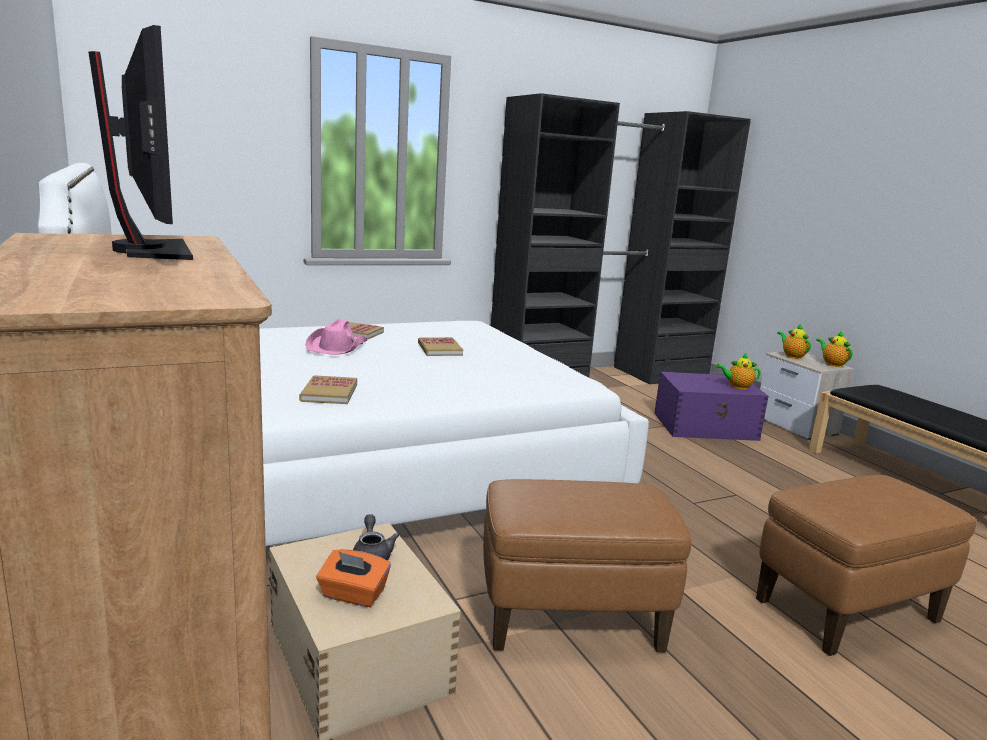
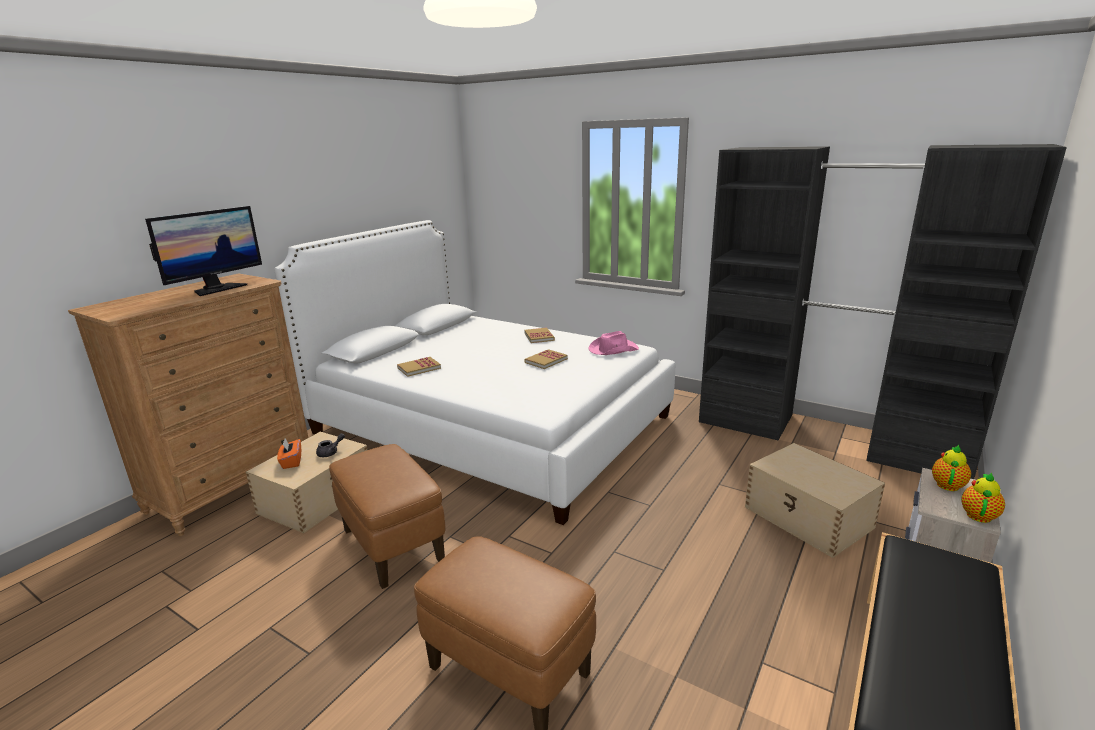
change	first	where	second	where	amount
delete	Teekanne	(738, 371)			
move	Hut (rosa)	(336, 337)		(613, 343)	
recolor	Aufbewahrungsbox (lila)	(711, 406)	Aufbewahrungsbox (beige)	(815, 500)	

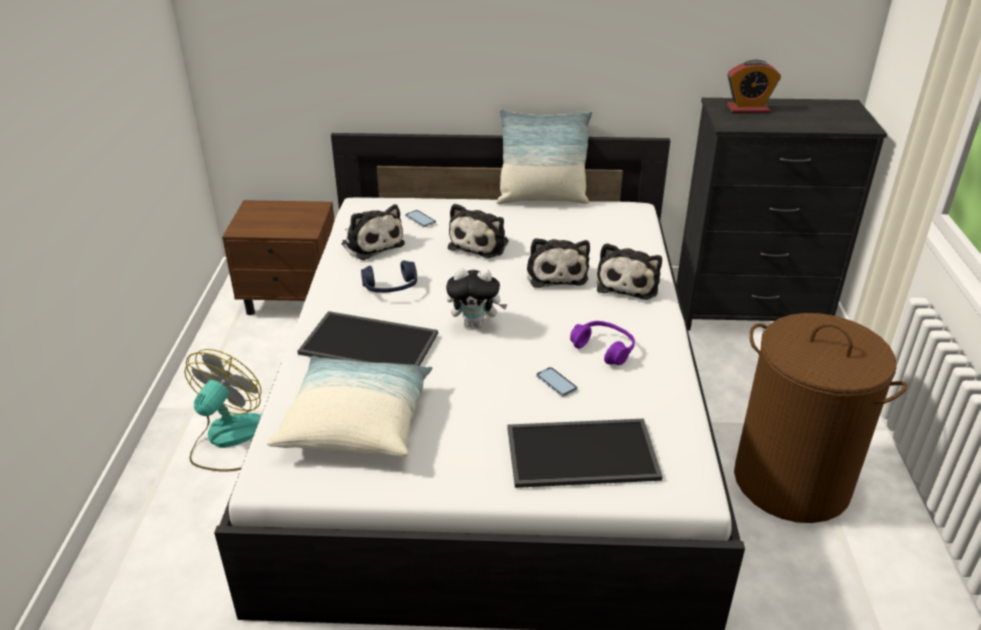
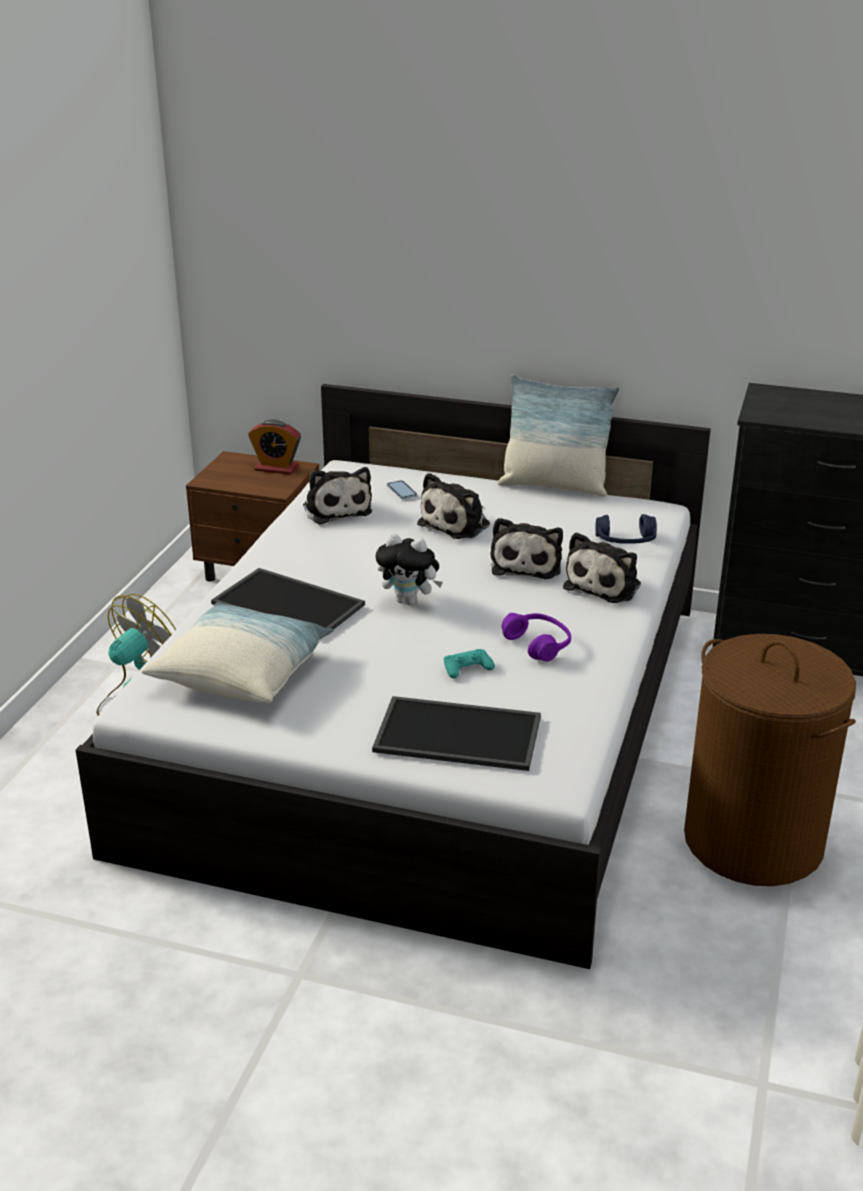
change	first	where	second	where	amount
move	Kopfhörer (blau)	(389, 276)		(626, 529)	
move	Wecker	(754, 86)		(274, 447)	
replace	Handy	(557, 382)	Gamepad (türkis)	(469, 663)	

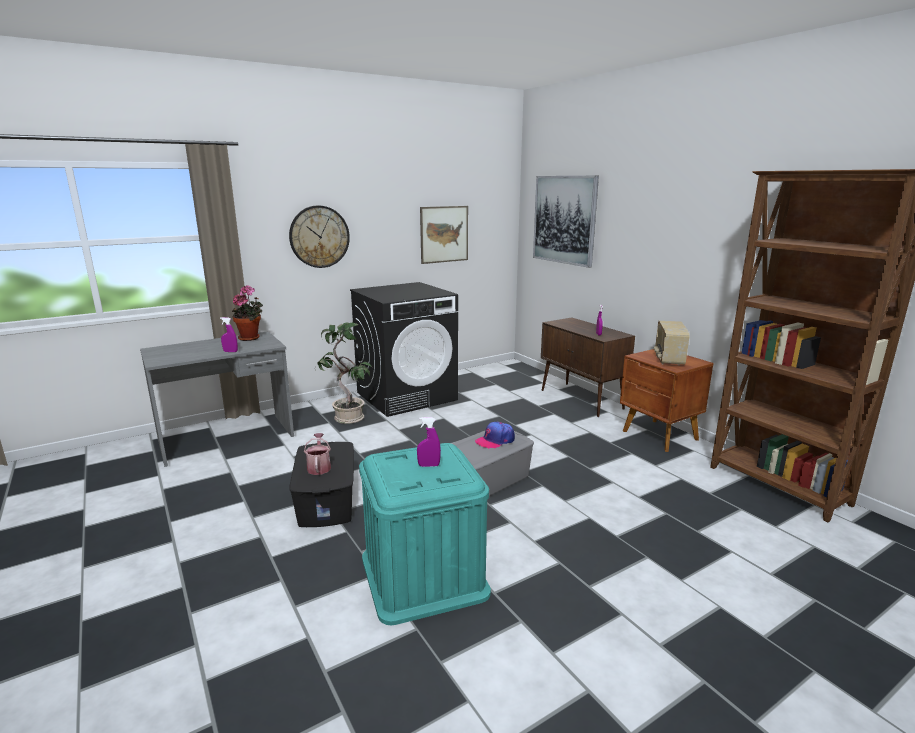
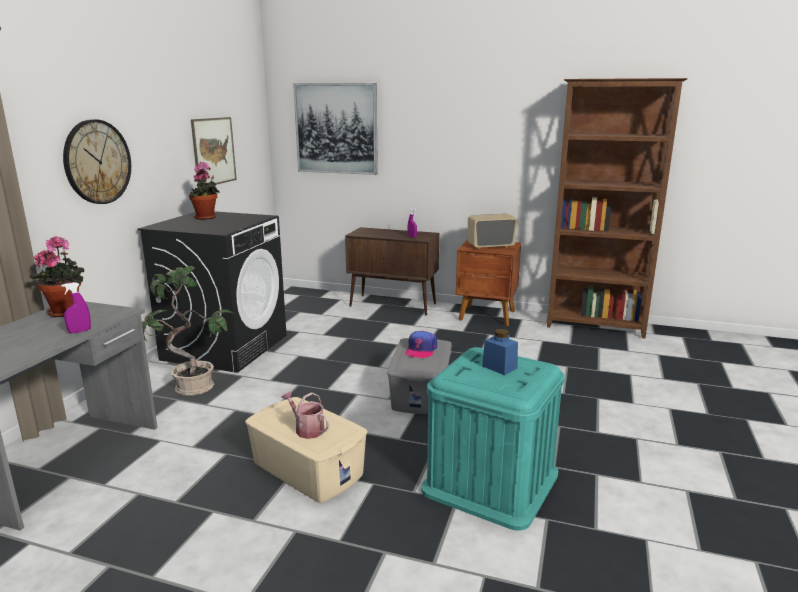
change	first	where	second	where	amount
insert			Topfpflanze	(204, 191)	
replace	Sprühflasche (lila)	(429, 442)	Vorratsglas (blau)	(500, 352)	
recolor	Aufbewahrungsbox (schwarz)	(321, 484)	Aufbewahrungsbox (beige)	(306, 450)	
rotate	Radio	(672, 343)		(492, 231)	105 degrees clockwise

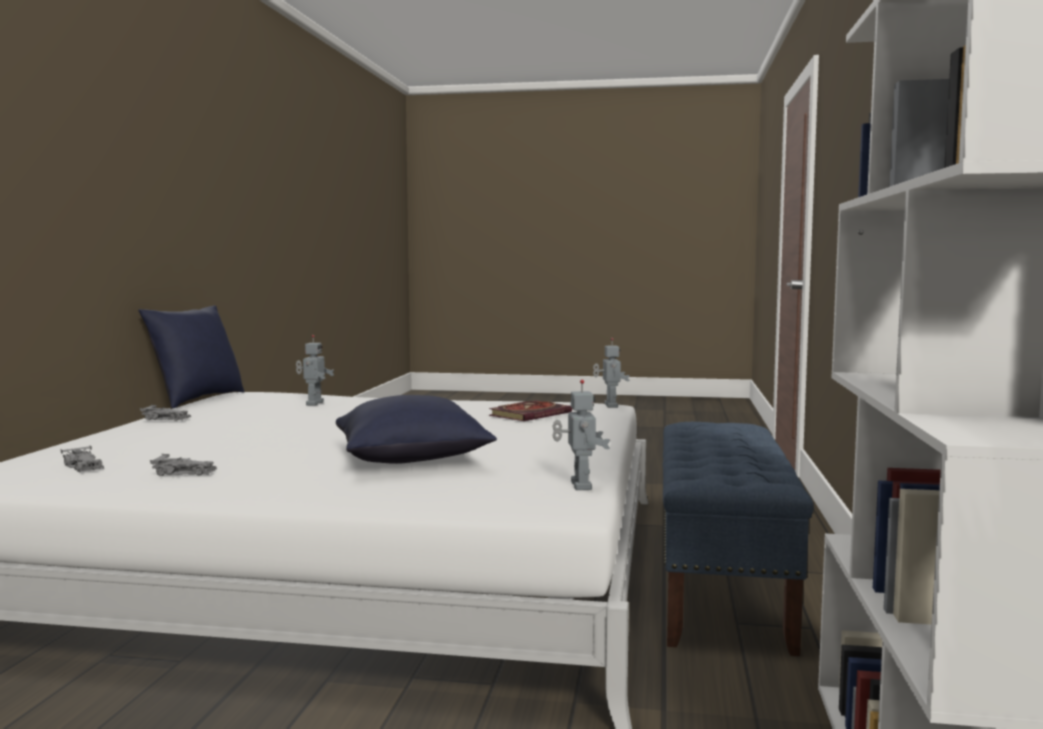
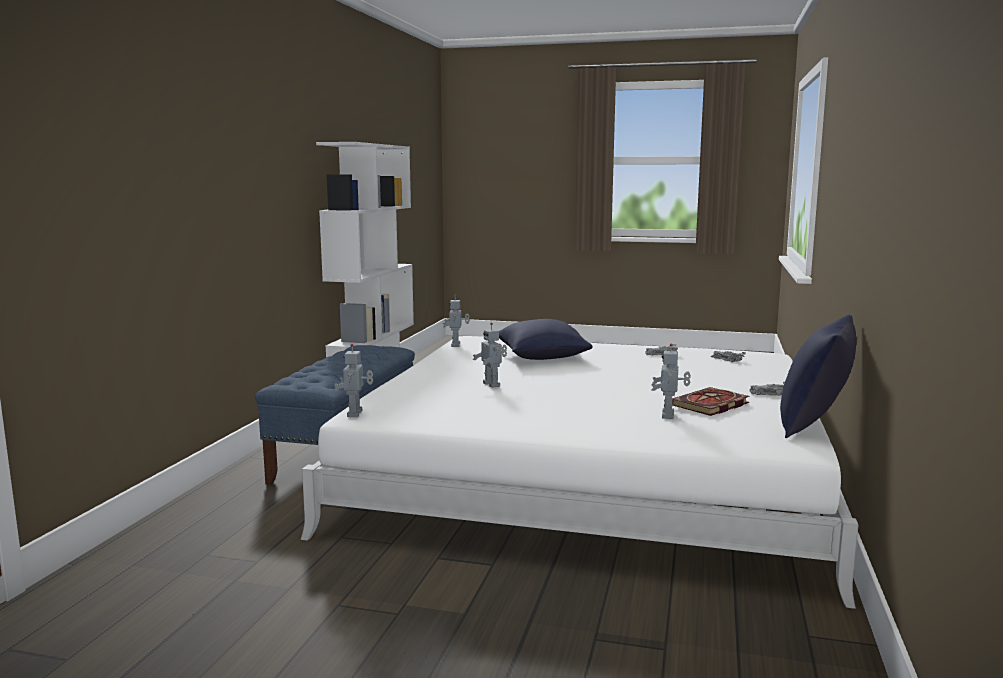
change	first	where	second	where	amount
insert			Spielzeugroboter	(490, 355)	
move	Buch	(530, 410)		(711, 401)	

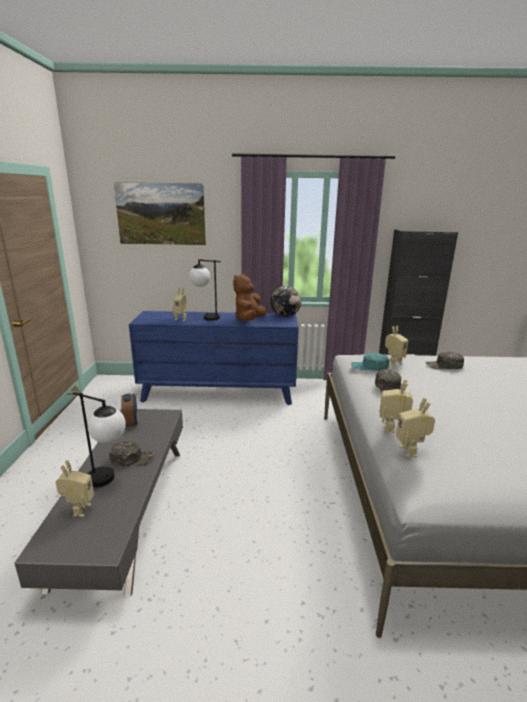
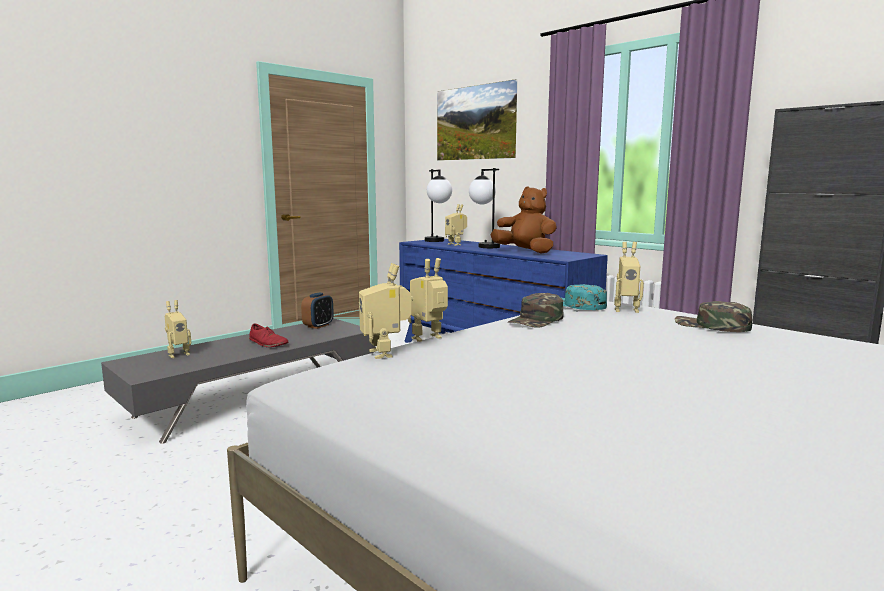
change	first	where	second	where	amount
delete	Globus	(286, 301)			
move	Tischlampe	(99, 439)		(438, 205)	
replace	Kappe (grün)	(132, 453)	Schuh (rot)	(269, 335)	
rotate	Plüschtier (braun)	(249, 297)		(524, 220)	60 degrees clockwise
rotate	Spielzeugroboter	(415, 428)		(385, 311)	60 degrees counterclockwise

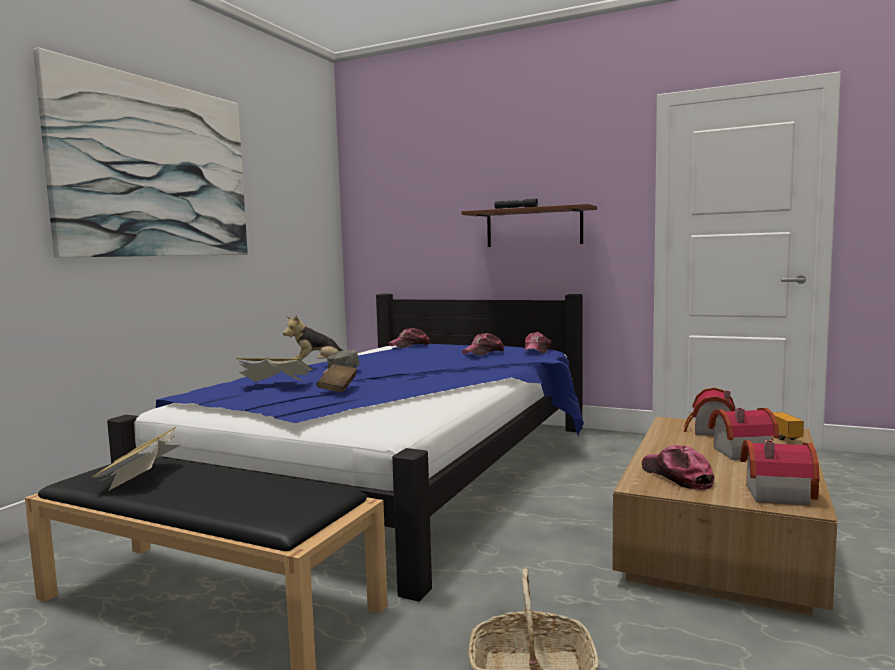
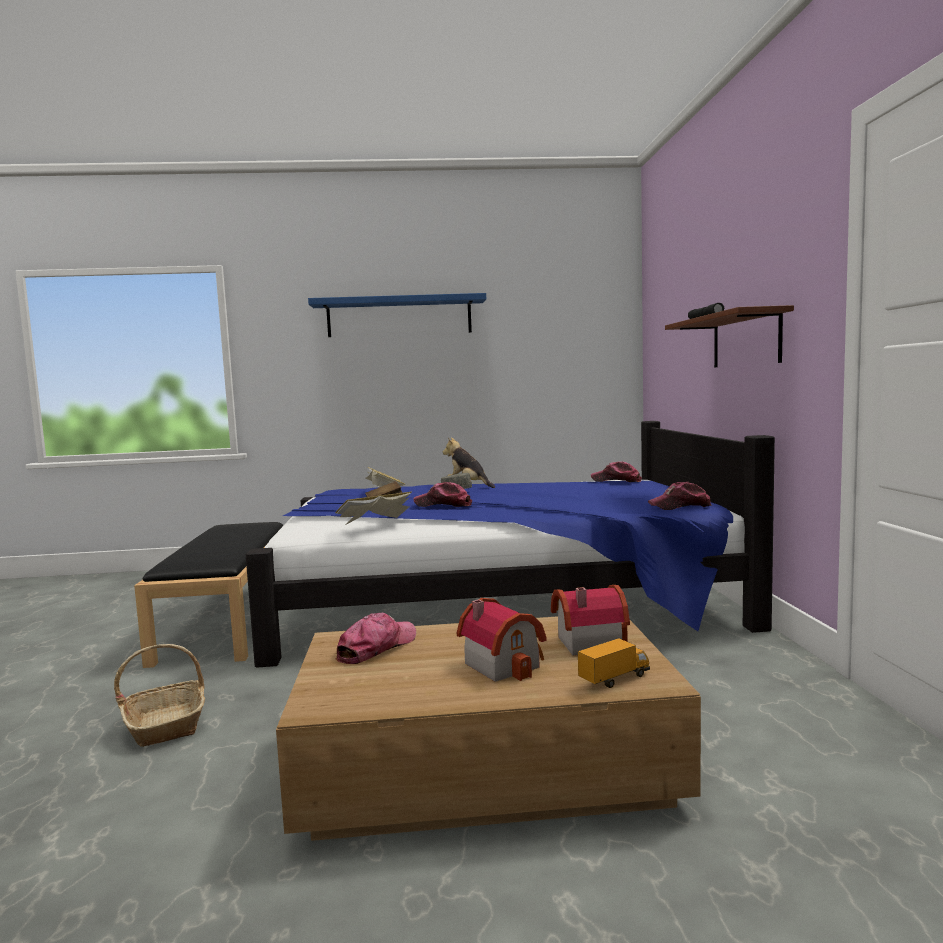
change	first	where	second	where	amount
delete	Spielzeughaus	(780, 473)			
move	Buch	(136, 459)		(373, 509)	
move	Kappe	(483, 344)		(443, 494)	
replace	Bild	(140, 152)	Wandregal (blau)	(397, 315)	

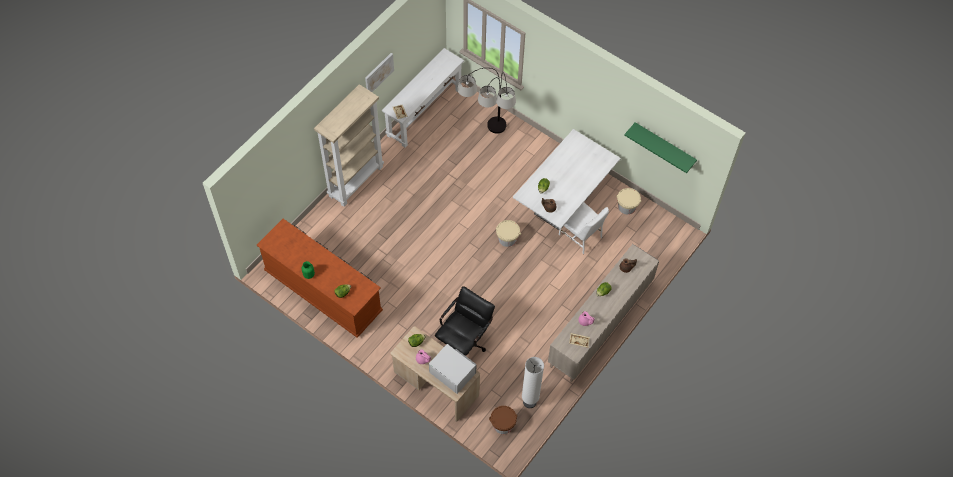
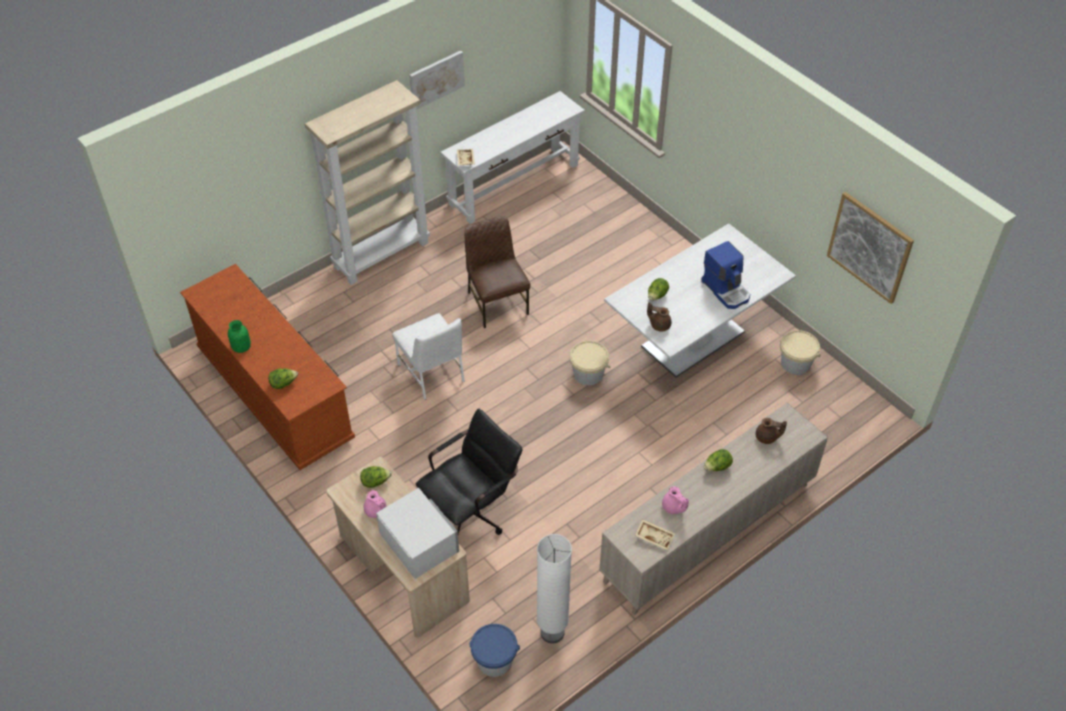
change	first	where	second	where	amount
delete	Stehlampe	(486, 101)			
insert			Stuhl (braun)	(497, 272)	
insert			Kaffeemaschine	(725, 275)	
move	Stuhl (weiß)	(584, 228)		(429, 356)	
replace	Wandregal (grün)	(660, 147)	Bild	(870, 248)	
recolor	Eimer (braun)	(503, 420)	Eimer (blau)	(495, 650)	

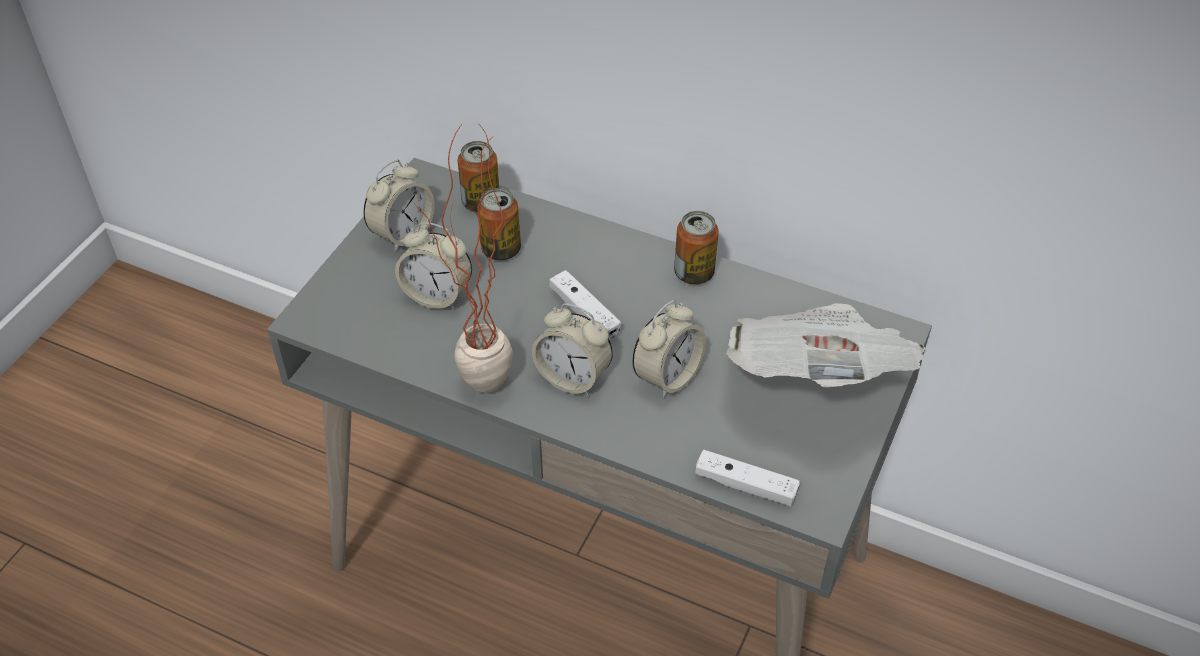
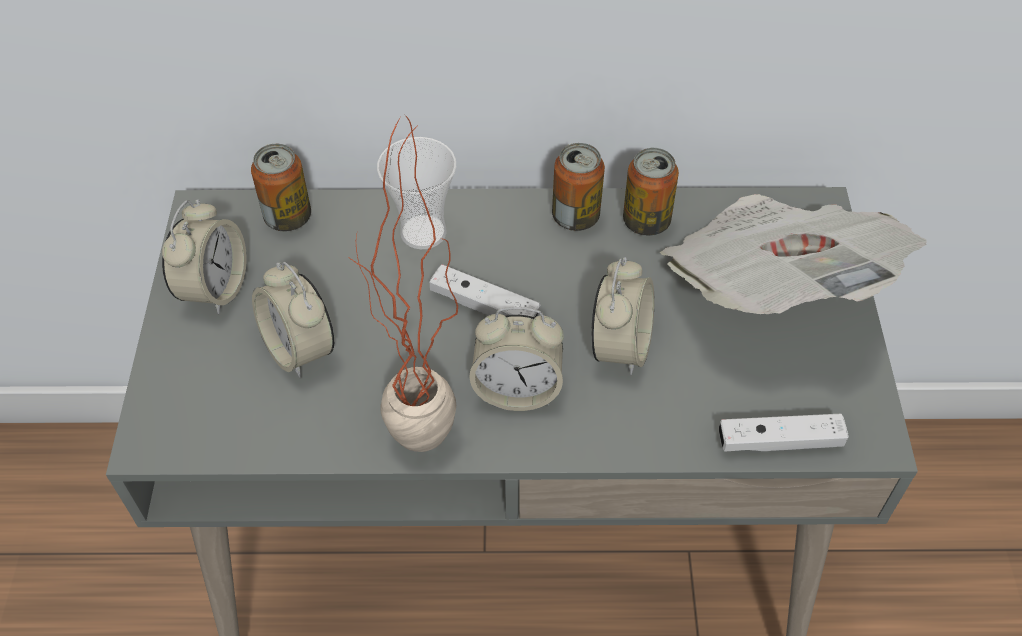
change	first	where	second	where	amount
insert			Tasse	(416, 193)	
move	Dose	(499, 224)		(651, 192)	
rotate	Wecker	(433, 266)		(293, 320)	60 degrees clockwise

